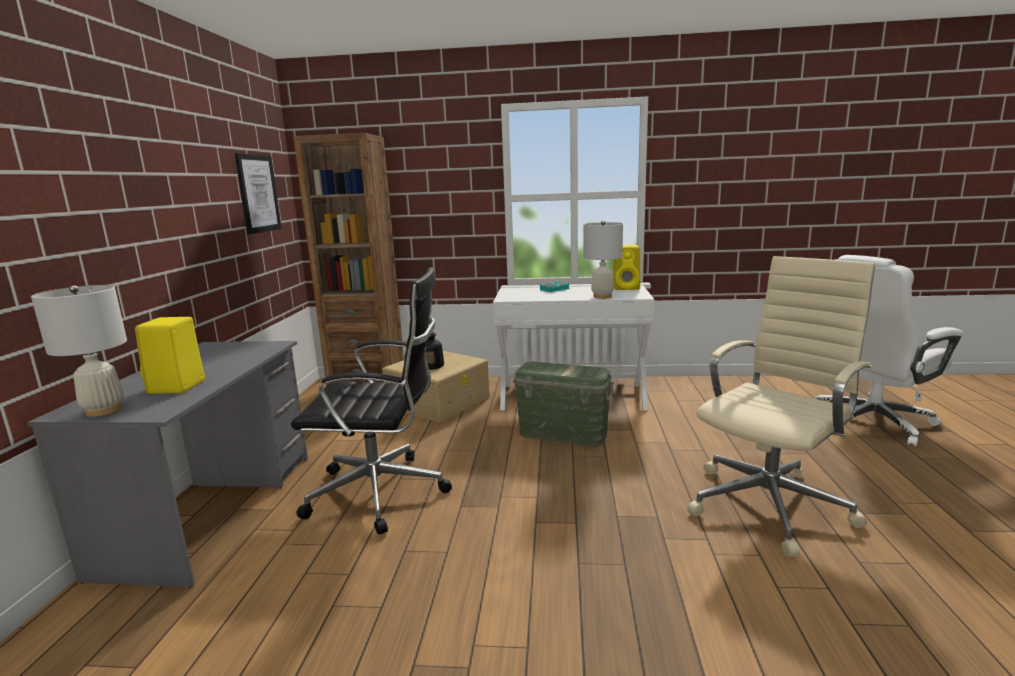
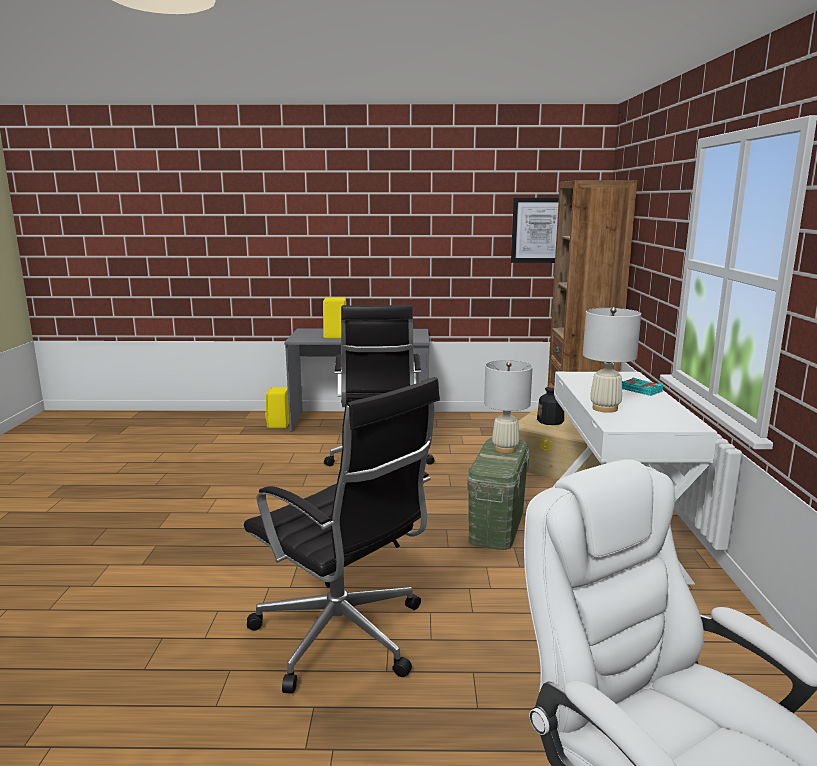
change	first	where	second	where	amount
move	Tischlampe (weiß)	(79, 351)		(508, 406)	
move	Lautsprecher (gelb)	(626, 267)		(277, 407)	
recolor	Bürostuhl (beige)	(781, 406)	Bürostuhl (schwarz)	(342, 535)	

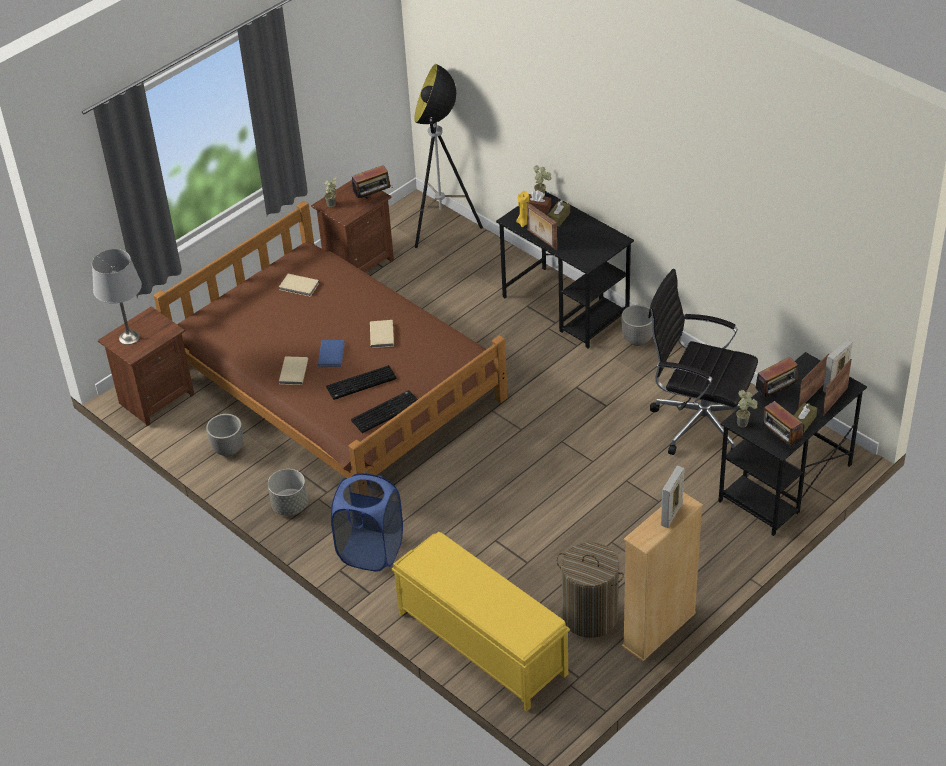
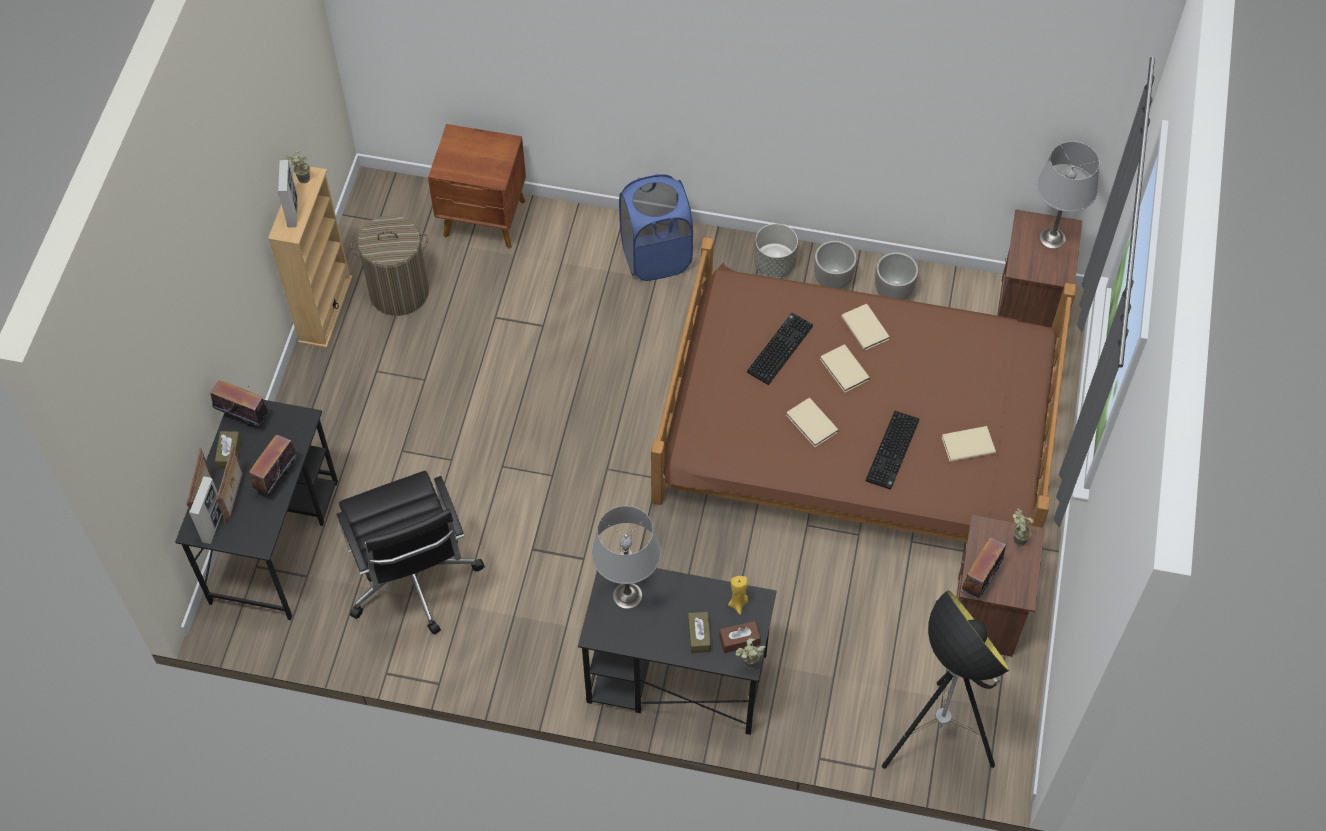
change	first	where	second	where	amount
delete	Bilderrahmen	(542, 226)			
insert			Tischlampe (grau)	(626, 557)	
move	Tastatur	(384, 411)		(892, 450)	
move	Pflanzkübel	(637, 325)		(835, 264)	
move	Topfpflanze	(747, 409)		(296, 166)	
replace	Bank (gelb)	(481, 622)	Nachttisch (braun)	(477, 186)	
recolor	Buch (blau)	(331, 353)	Buch (beige)	(845, 368)	
rotate	Bürostuhl (schwarz)	(703, 362)		(410, 553)	75 degrees clockwise

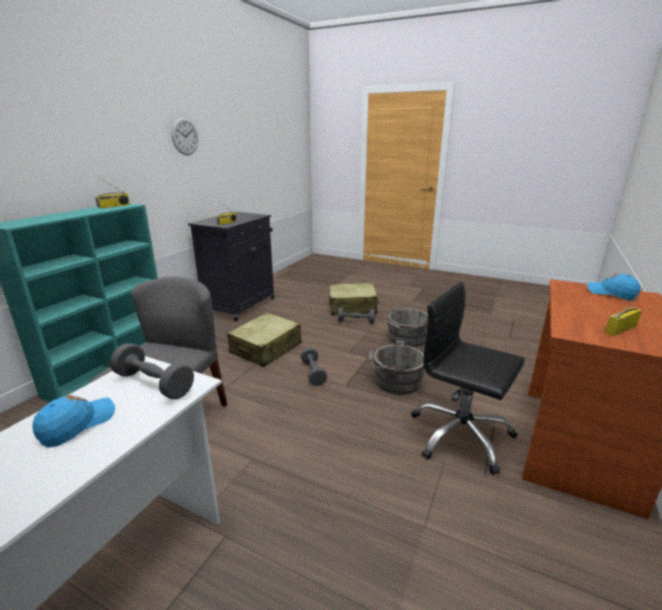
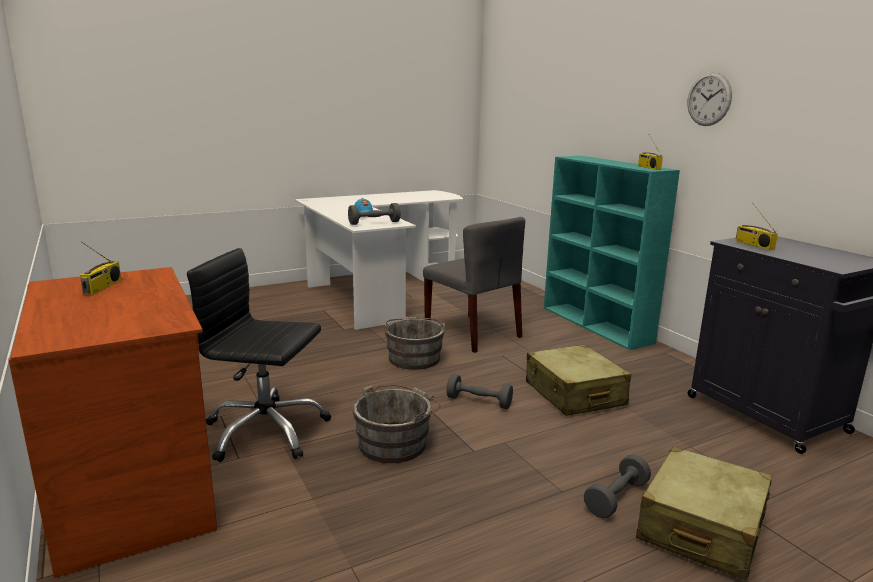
change	first	where	second	where	amount
delete	Kappe (blau)	(613, 287)			
move	Wanduhr	(184, 136)		(709, 99)	
move	Eimer (grau)	(405, 327)		(415, 343)	
rotate	Bürostuhl (schwarz)	(468, 378)		(259, 355)	150 degrees counterclockwise

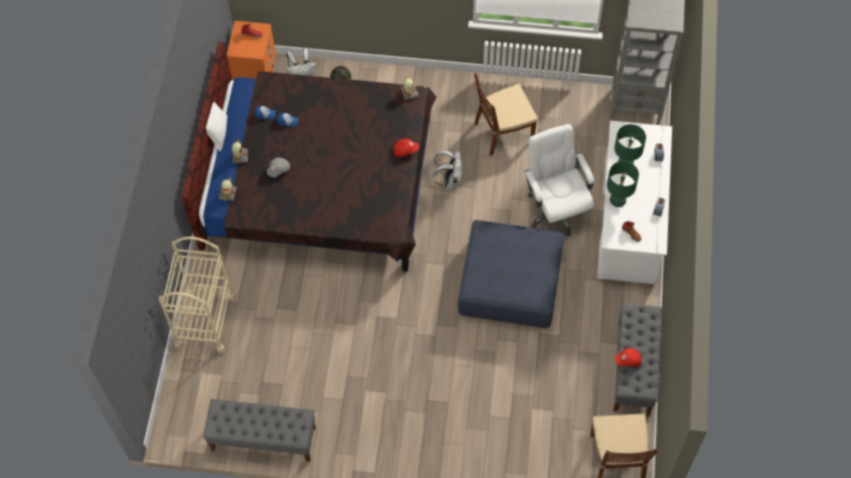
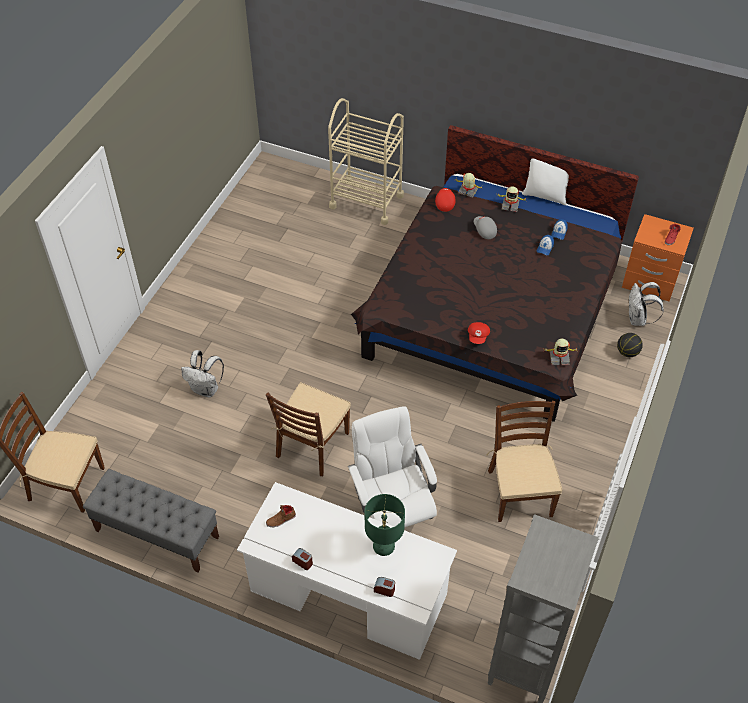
change	first	where	second	where	amount
delete	Bank (grau)	(259, 430)			
delete	Tischlampe (grün)	(623, 184)			
move	Rucksack (weiß)	(447, 169)		(202, 374)	
move	Kappe (rot)	(628, 357)		(445, 200)	
replace	Polsterhocker (blau)	(511, 274)	Stuhl (braun)	(308, 429)	
rotate	Bürostuhl (weiß)	(559, 180)		(392, 467)	105 degrees counterclockwise

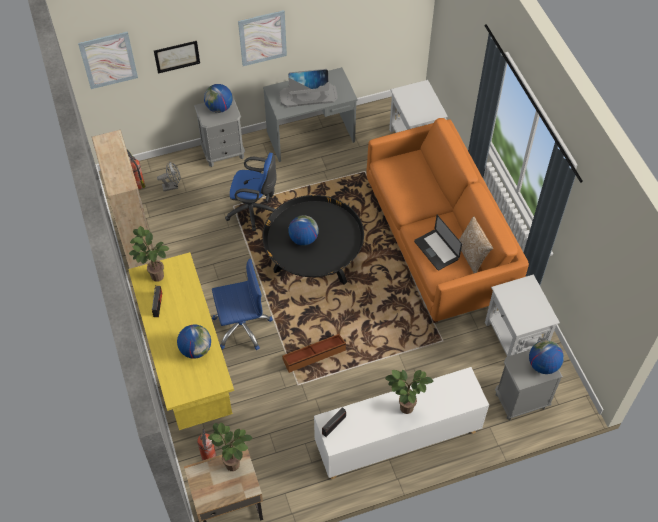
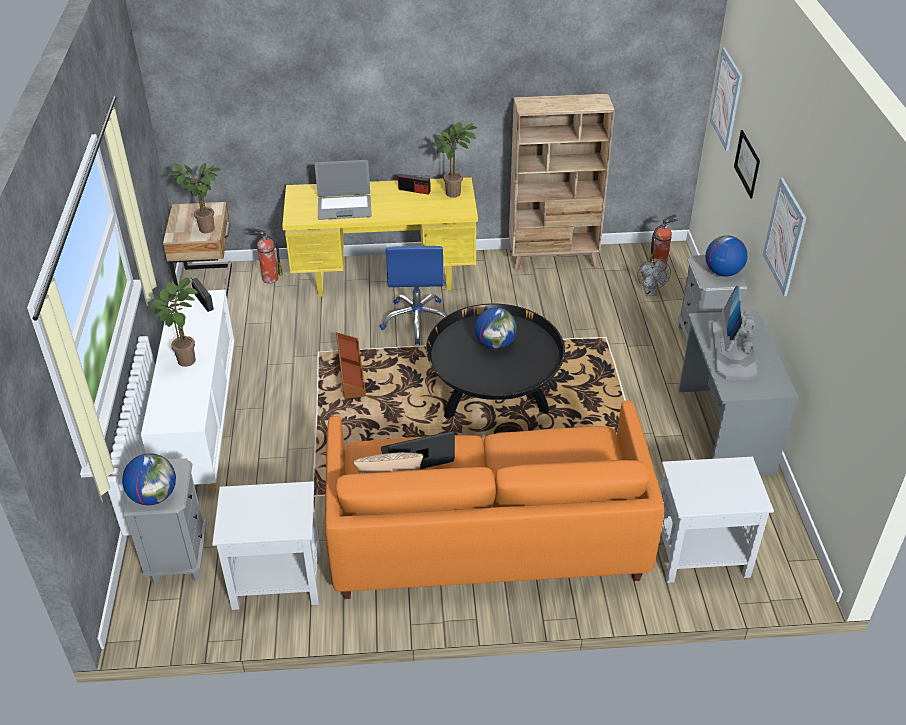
change	first	where	second	where	amount
delete	Bürostuhl (blau)	(250, 192)			
replace	Globus	(194, 342)	Laptop	(343, 190)	

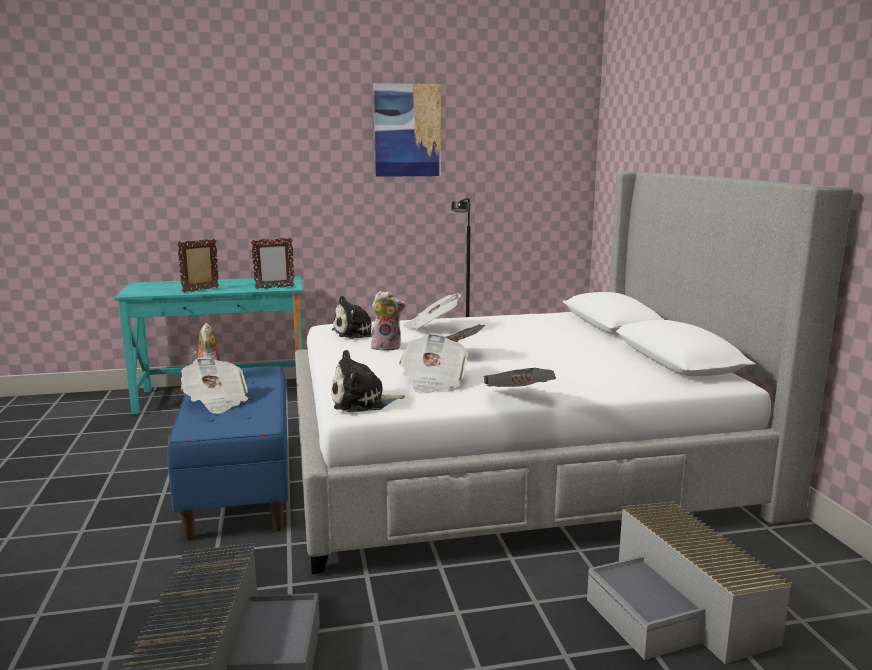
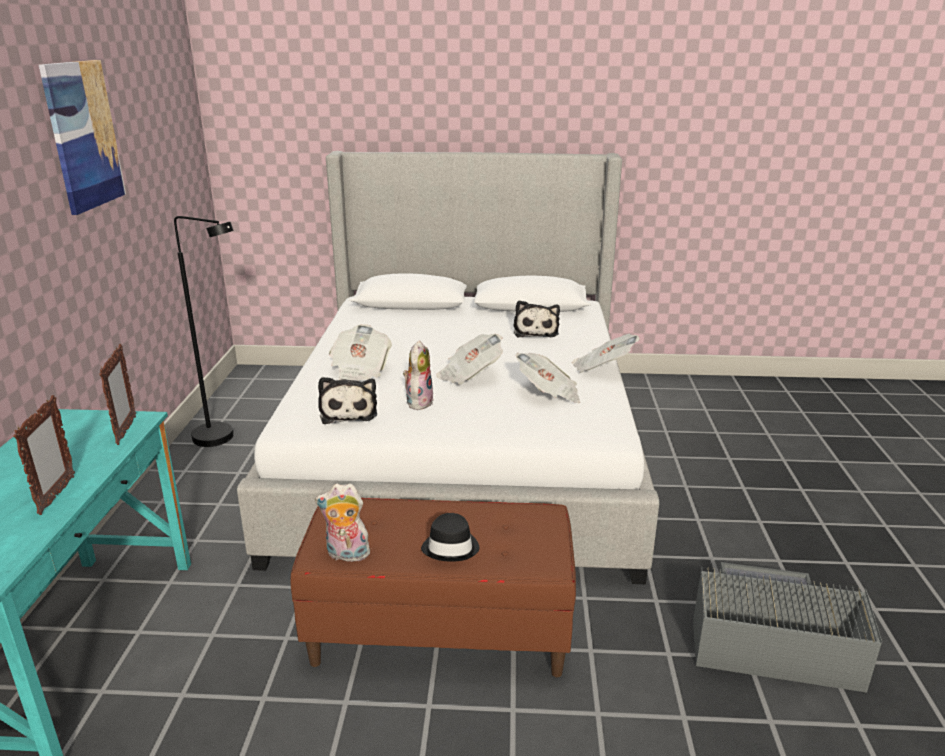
change	first	where	second	where	amount
delete	Aufbewahrungsbox (grau)	(689, 583)			
move	Plüschtier	(368, 381)		(537, 318)	
replace	Zeitung	(214, 385)	Hut (schwarz)	(450, 537)	
recolor	Bank (blau)	(227, 453)	Bank (braun)	(433, 587)	
rotate	Bilderrahmen	(198, 266)		(44, 455)	150 degrees counterclockwise

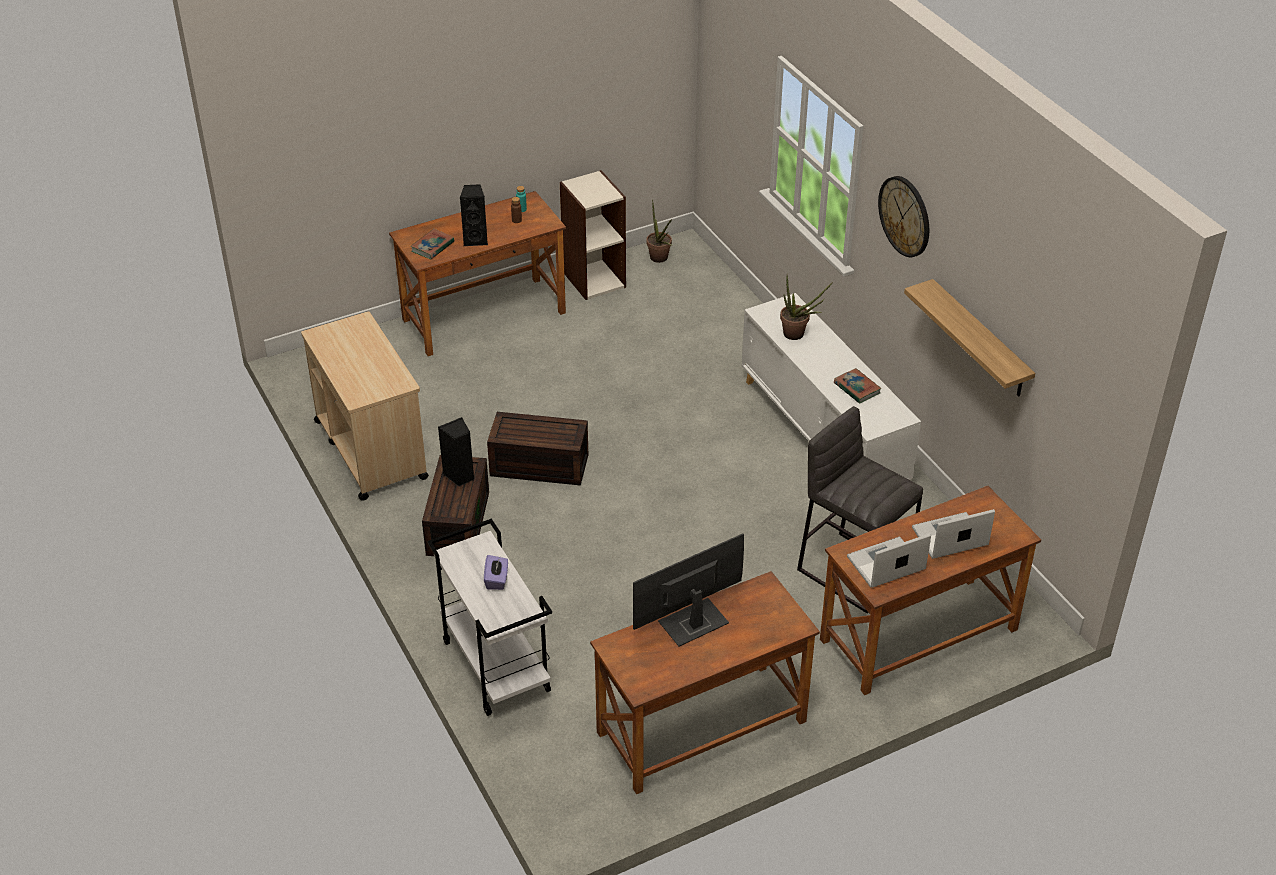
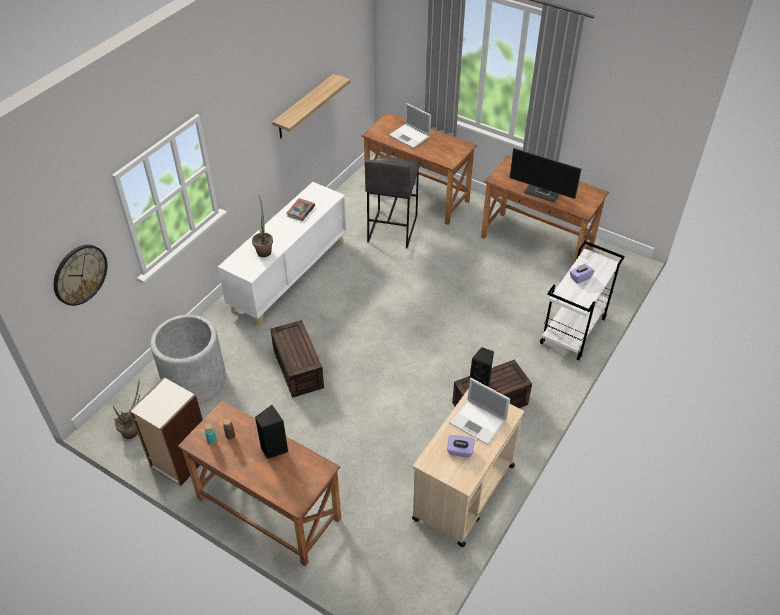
change	first	where	second	where	amount
delete	Buch	(432, 244)			
insert			Pflanzkübel (grau)	(188, 359)	
insert			Taschentuchbox (lila)	(461, 446)	
move	Aufbewahrungsbox (braun)	(537, 449)		(297, 359)	
move	Laptop	(889, 560)		(479, 411)	
move	Wanduhr	(903, 216)		(80, 275)	

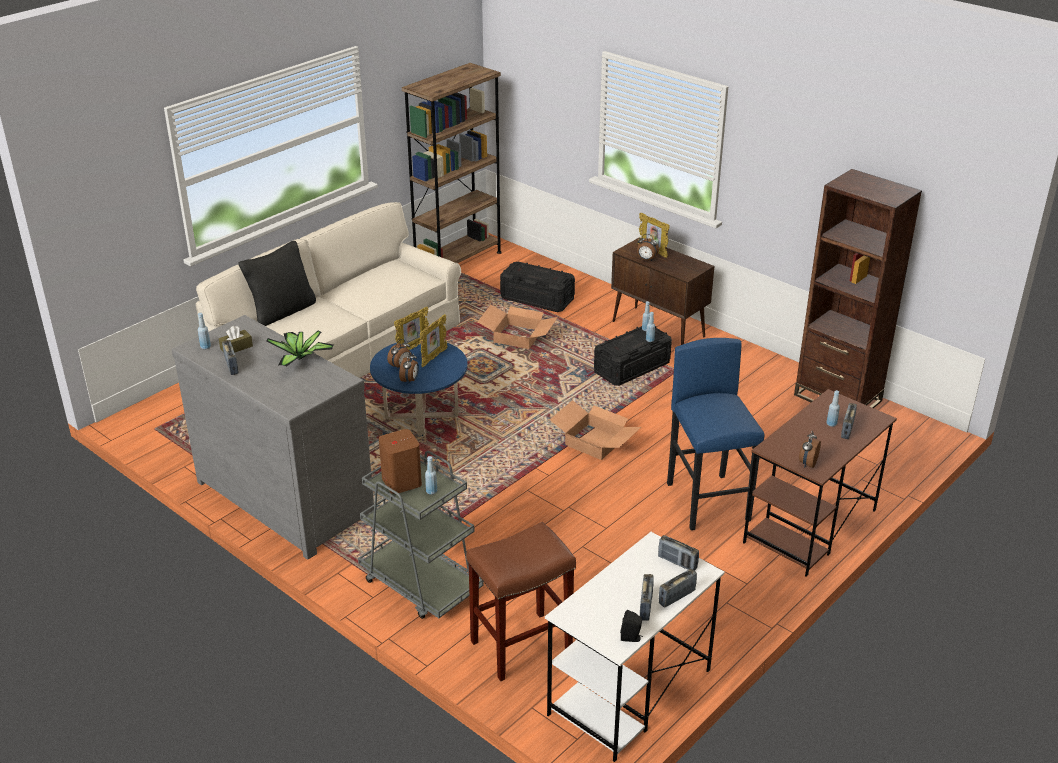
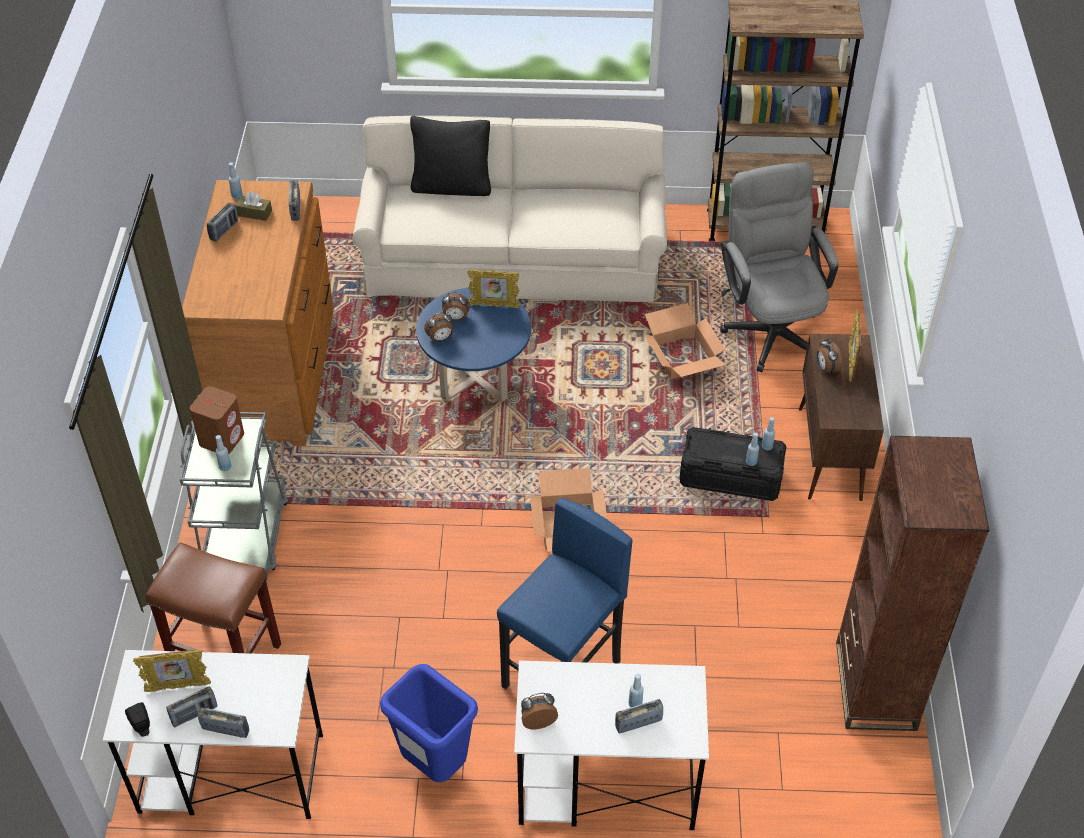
change	first	where	second	where	amount
delete	Topfpflanze	(300, 348)			
insert			Mülleimer (blau)	(429, 723)	
move	Bilderrahmen	(434, 340)		(172, 670)	
move	Radio	(678, 553)		(294, 200)	
replace	Aufbewahrungsbox (schwarz)	(537, 287)	Bürostuhl (grau)	(779, 267)	
recolor	Kommode (grau)	(273, 437)	Kommode (braun)	(258, 313)	
recolor	Schreibtisch (braun)	(820, 483)	Schreibtisch (weiß)	(611, 745)	

